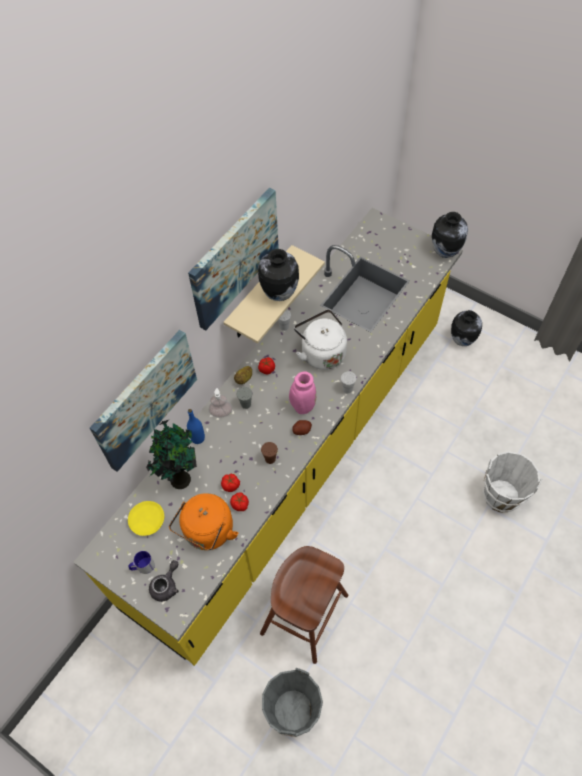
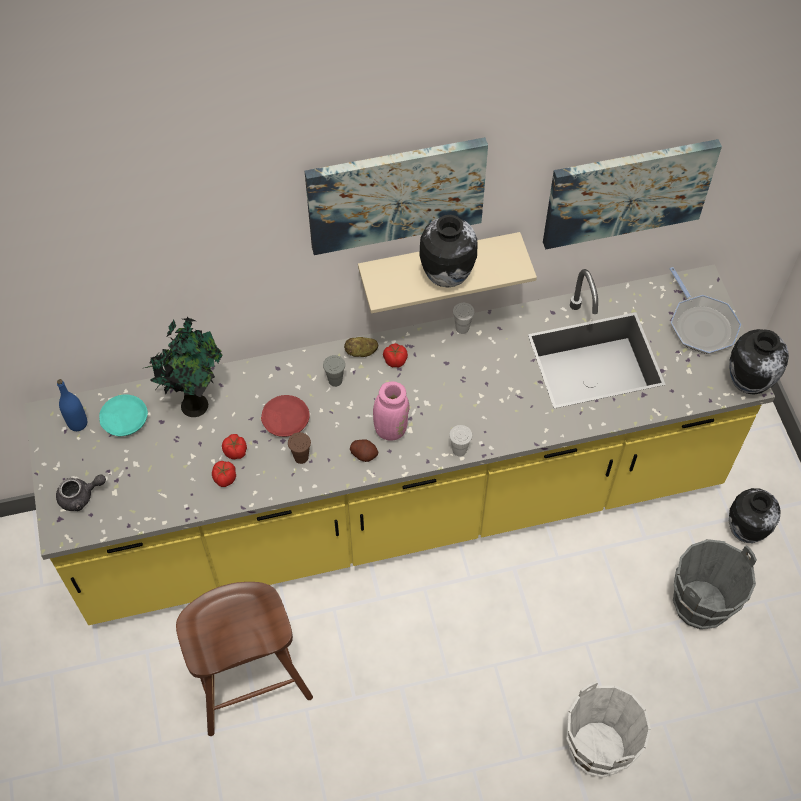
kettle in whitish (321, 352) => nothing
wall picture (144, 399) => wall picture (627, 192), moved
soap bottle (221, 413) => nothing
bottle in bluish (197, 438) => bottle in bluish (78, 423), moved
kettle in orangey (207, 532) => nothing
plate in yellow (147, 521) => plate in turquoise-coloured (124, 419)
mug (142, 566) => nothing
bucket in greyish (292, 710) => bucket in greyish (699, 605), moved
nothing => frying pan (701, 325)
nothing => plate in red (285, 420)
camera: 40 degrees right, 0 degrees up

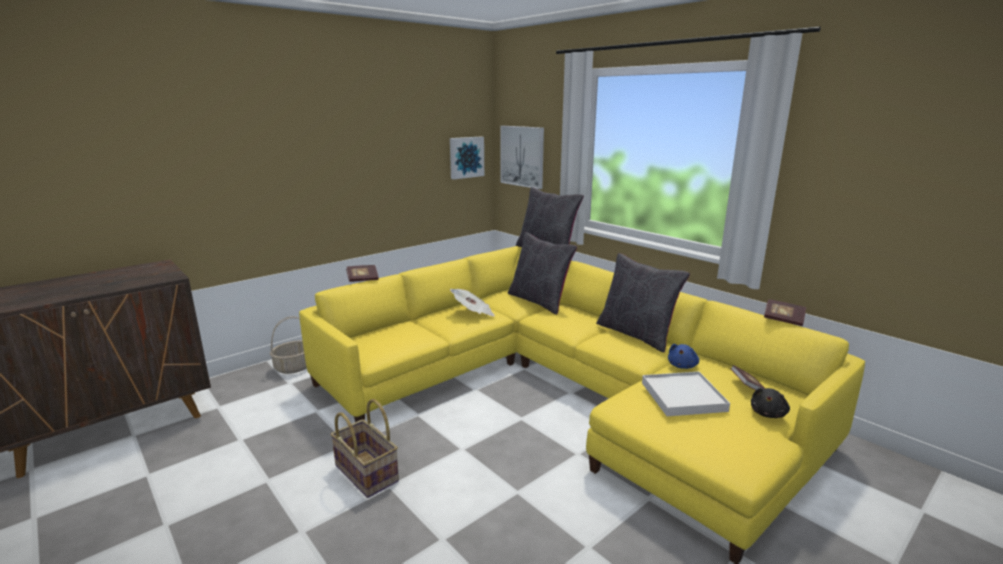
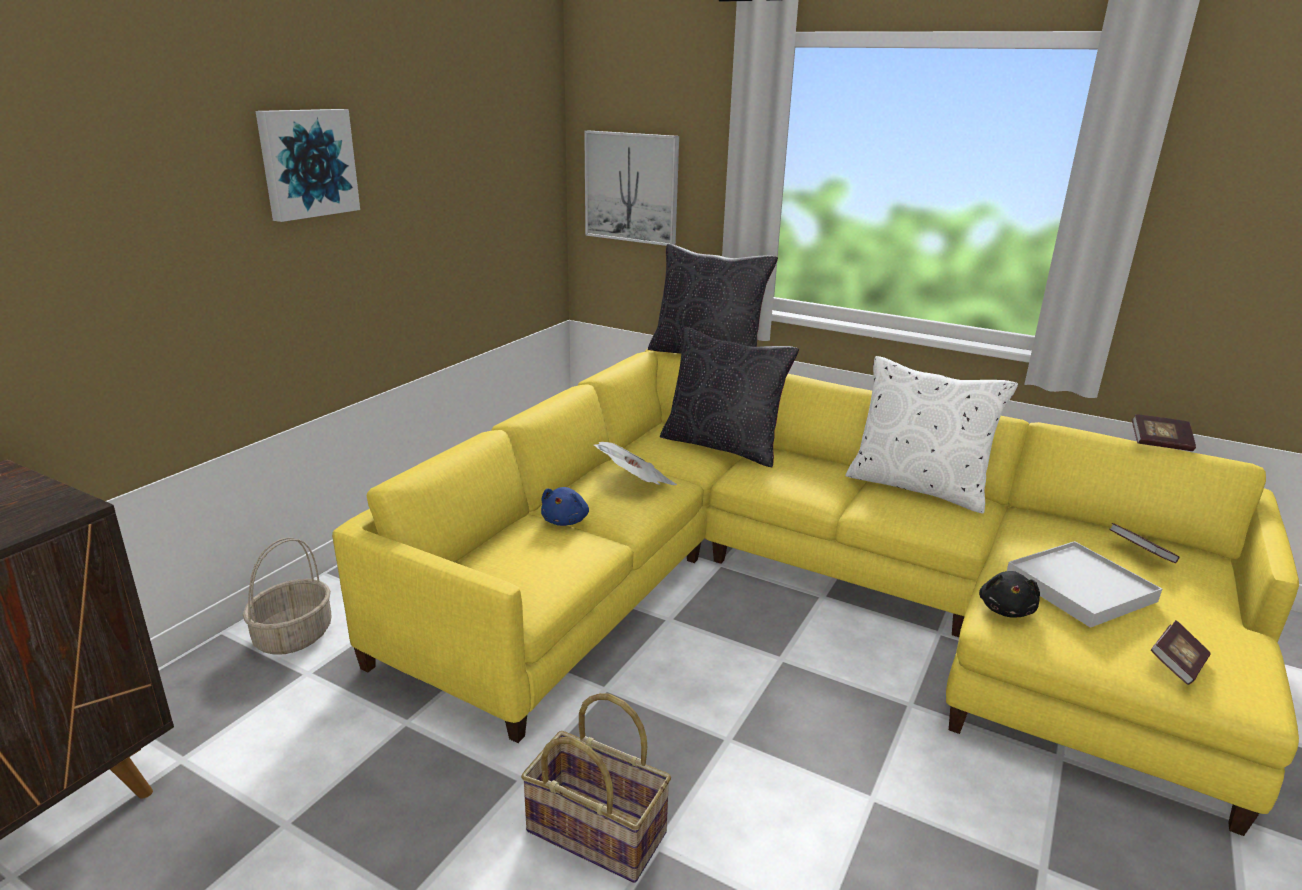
wall picture (466, 157) => wall picture (307, 163), moved
throw pillow in black (636, 334) => throw pillow in whitish (917, 487)
bound book (362, 279) => bound book (1177, 664), moved
plush toy in bluish (682, 366) => plush toy in bluish (566, 521), moved
plush toy in black (768, 413) => plush toy in black (1006, 609), moved
camera: 20 degrees left, 5 degrees up

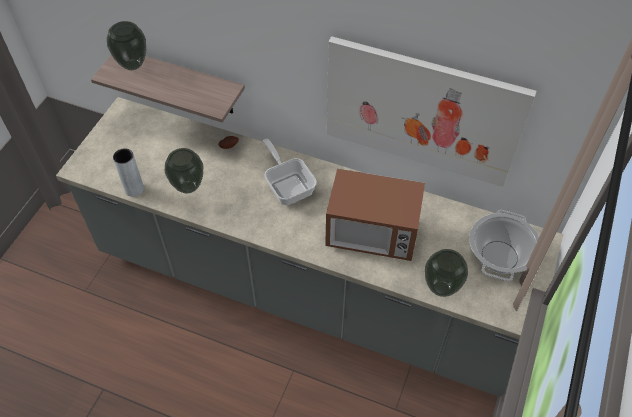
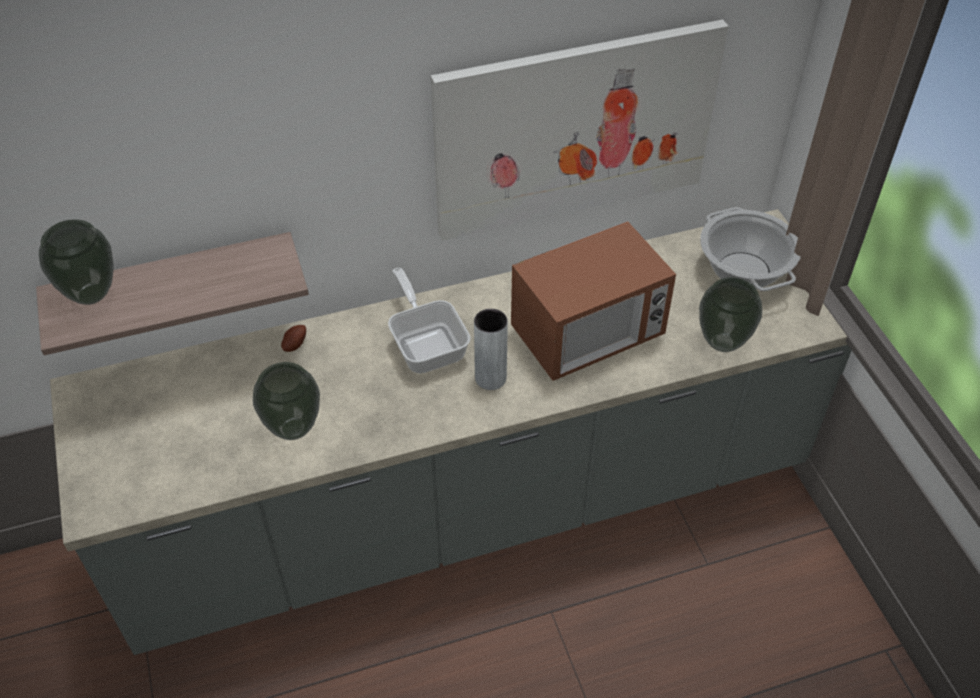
frying pan (288, 185) => frying pan (427, 343), 45 degrees clockwise
vase in greyish (134, 189) => vase in greyish (490, 378), moved
camera: 40 degrees left, 5 degrees down

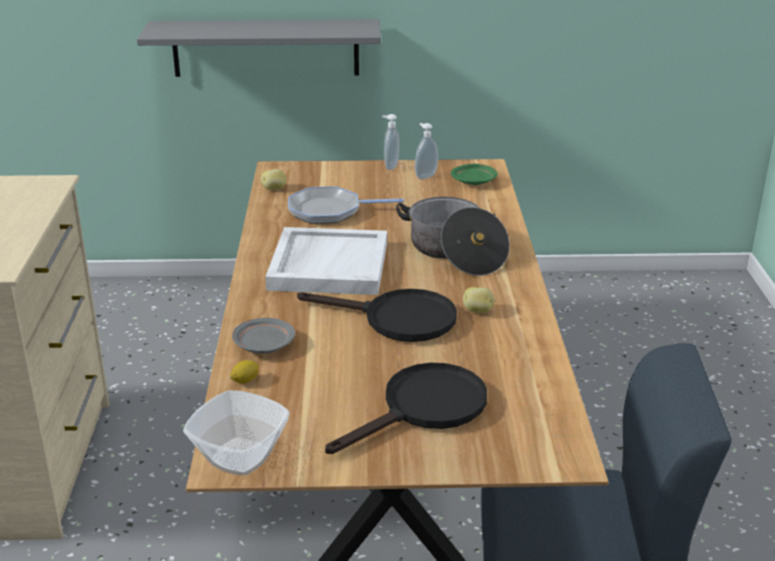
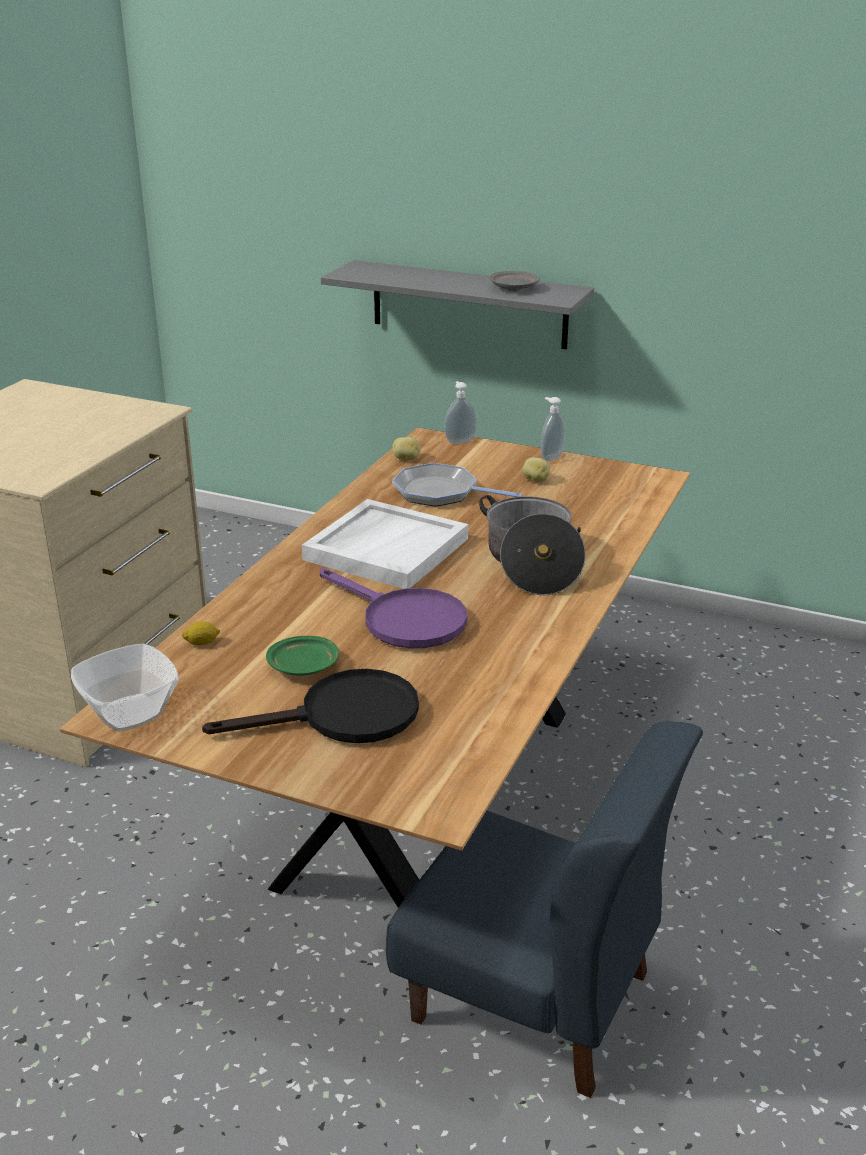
soap bottle (425, 176) => soap bottle (459, 441), moved
plate in green (474, 181) => plate in green (304, 666), moved
whole potato (478, 311) => whole potato (535, 480), moved
frying pan in black (397, 319) => frying pan in purple-coloured (403, 619)
plate in greyish (263, 345) => plate in greyish (513, 288), moved
camera: 25 degrees right, 0 degrees up

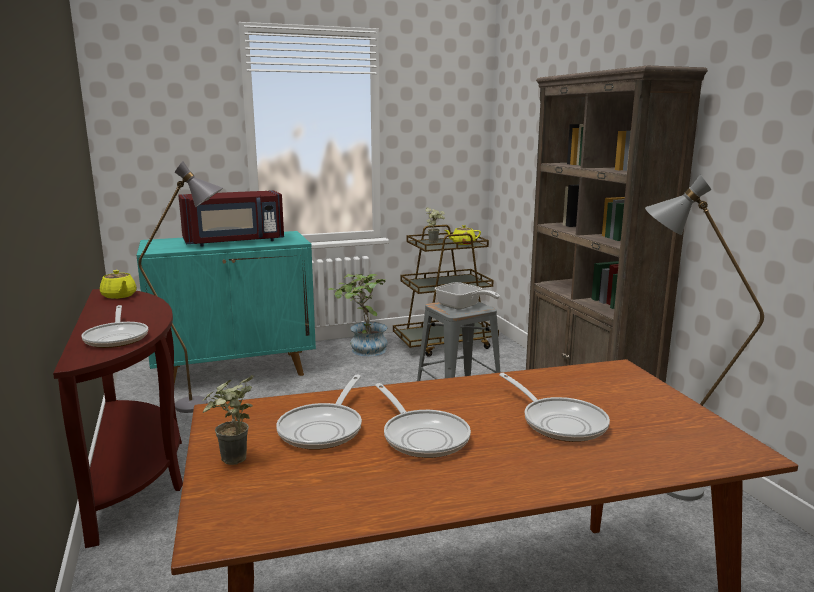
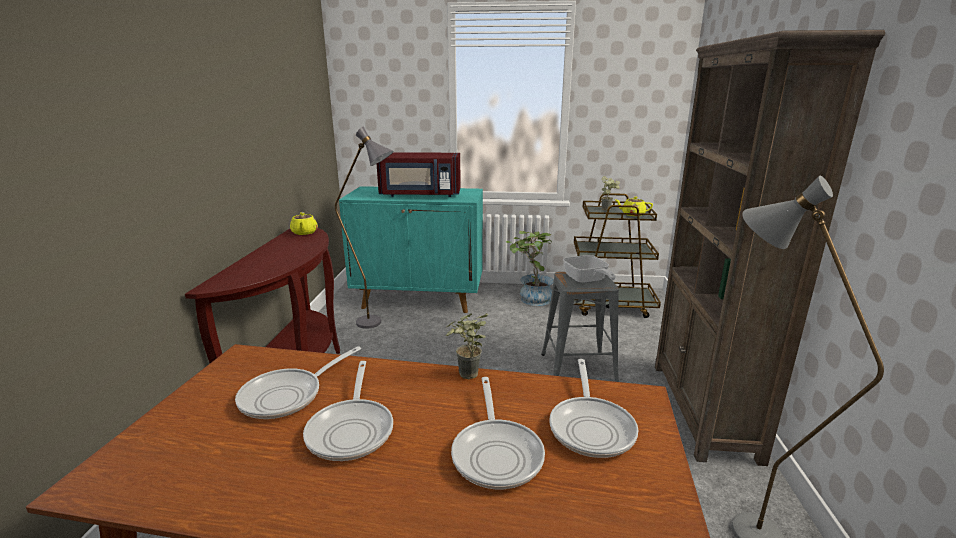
frying pan (117, 337) => frying pan (591, 427), moved
houseplant (232, 463) => houseplant (465, 377), moved
camera: 25 degrees right, 5 degrees up

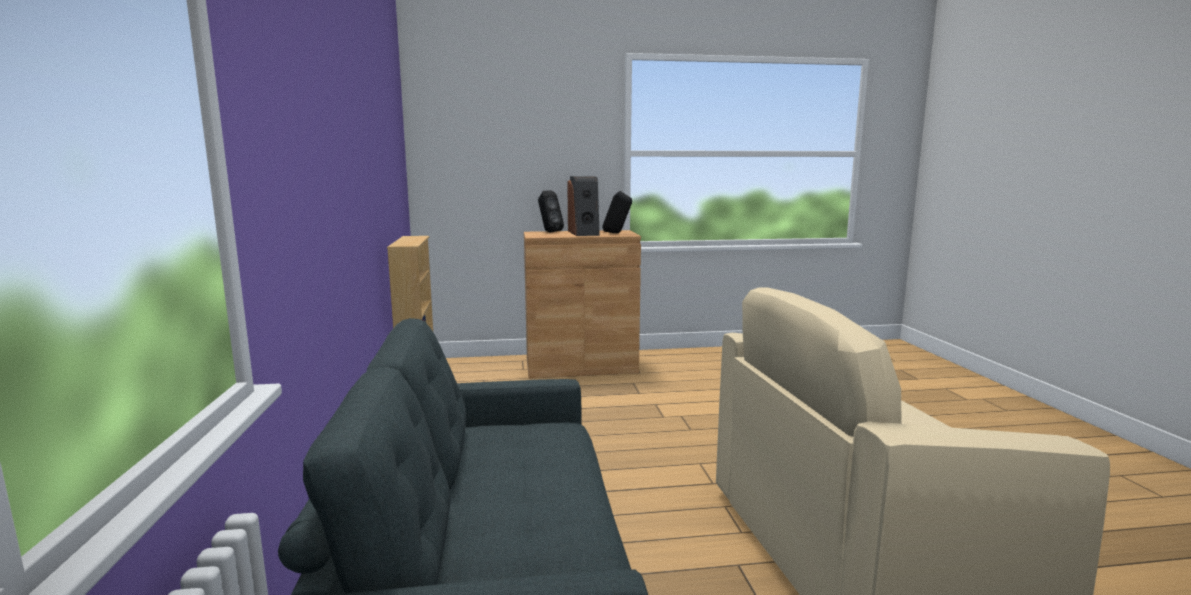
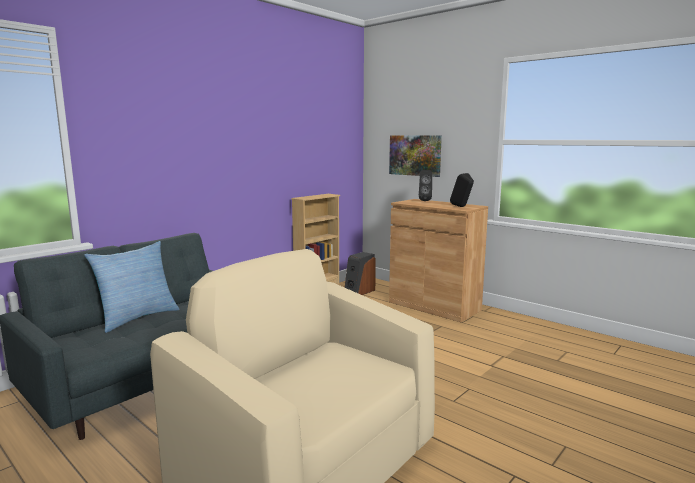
loudspeaker (584, 233) => loudspeaker (359, 292), moved
nothing => wall picture (415, 155)
nothing => throw pillow (137, 317)
camera: 50 degrees right, 0 degrees up

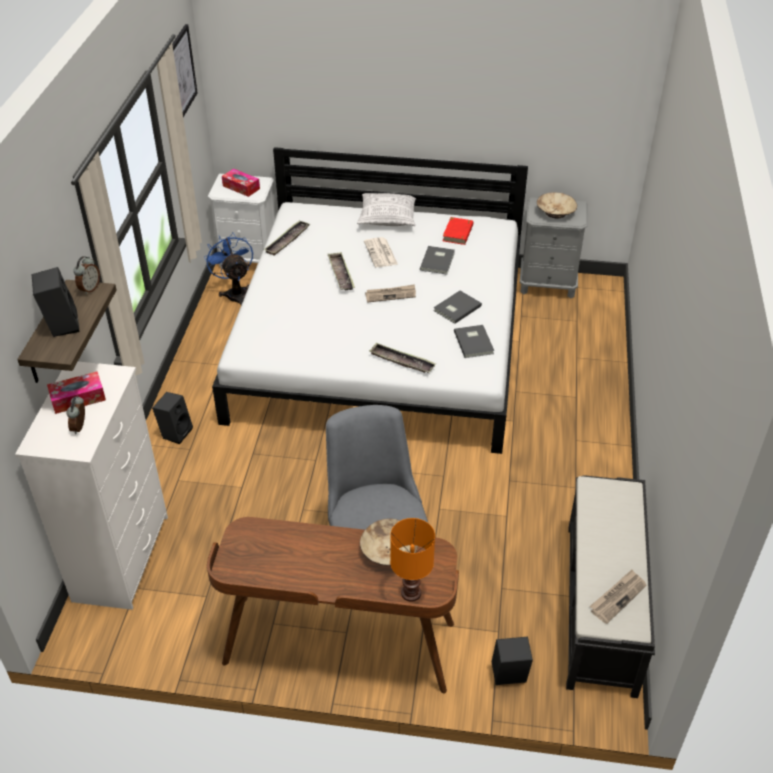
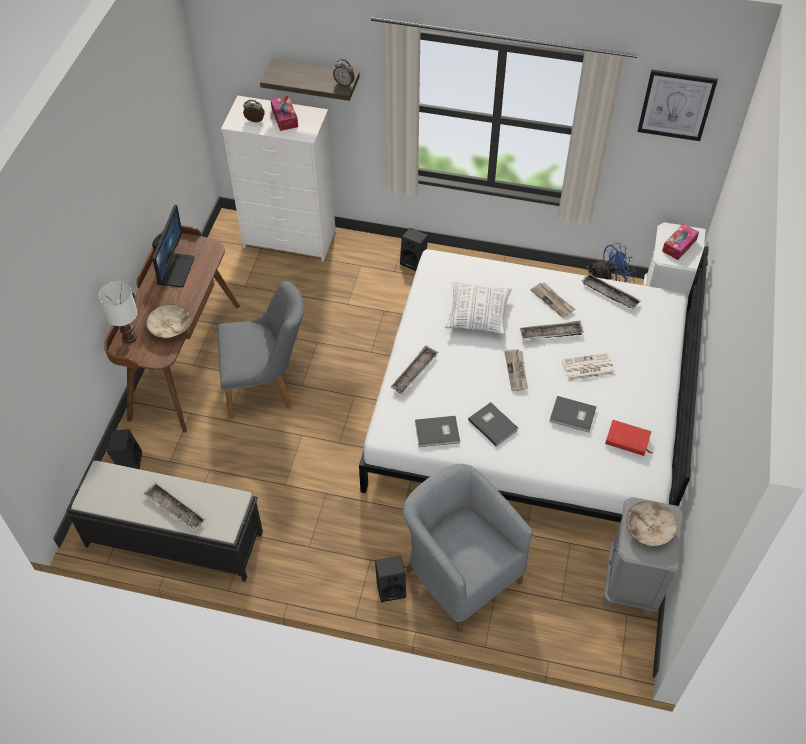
throw pillow (388, 217) => throw pillow (477, 315), moved
loudspeaker in black (61, 325) => loudspeaker in black (391, 588), moved
tabletop lamp in orangey (411, 593) => tabletop lamp in whitish (129, 338)
printed paper (617, 597) => printed paper (553, 300), moved
nothing => computer display (174, 270)
nothing => easy chair in greyish (459, 572)
nothing => serving tray (175, 508)
camera: 95 degrees right, 10 degrees up

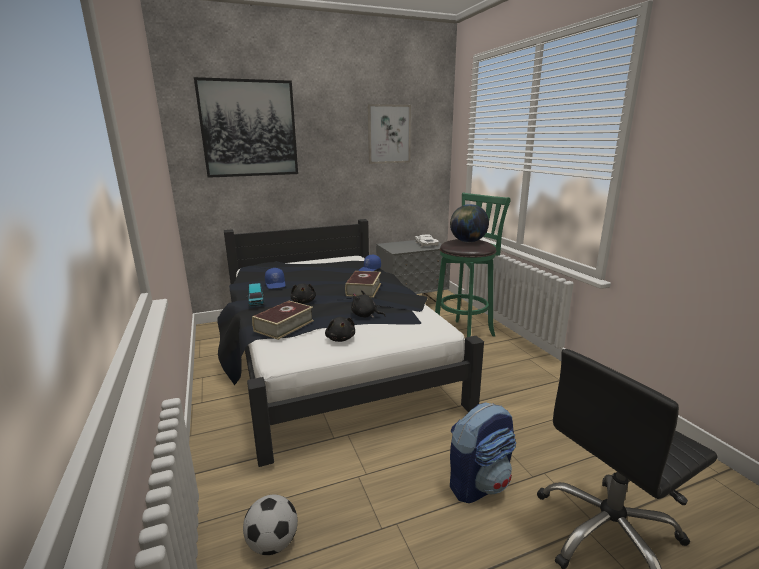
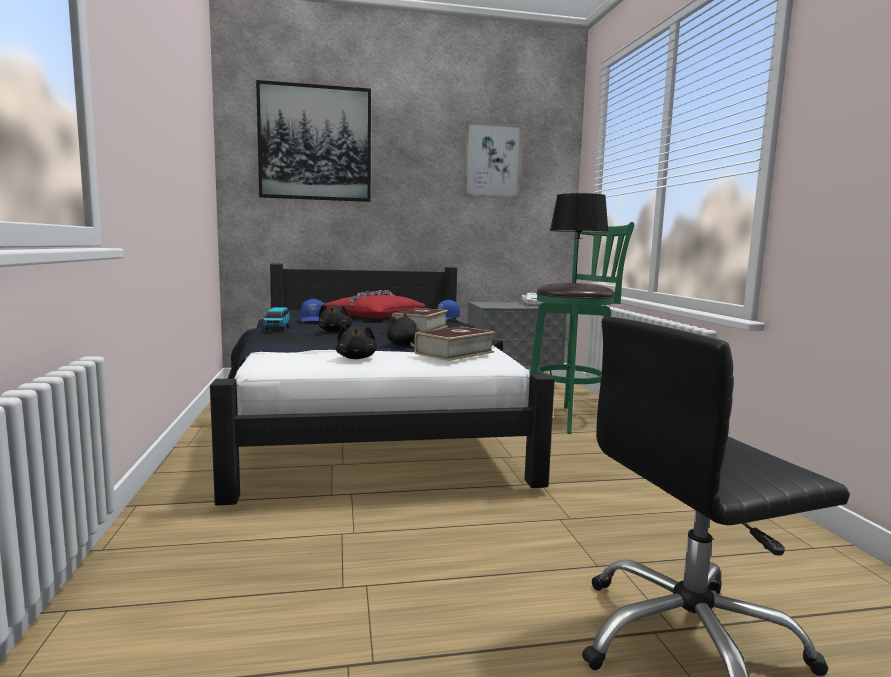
desk globe (467, 242) => tabletop lamp in black (575, 283)
bound book (284, 326) => bound book (454, 353), moved
backpack (479, 483) => nothing
football ball (273, 543) => nothing
nothing => throw pillow in red (374, 315)
camera: 10 degrees right, 10 degrees down

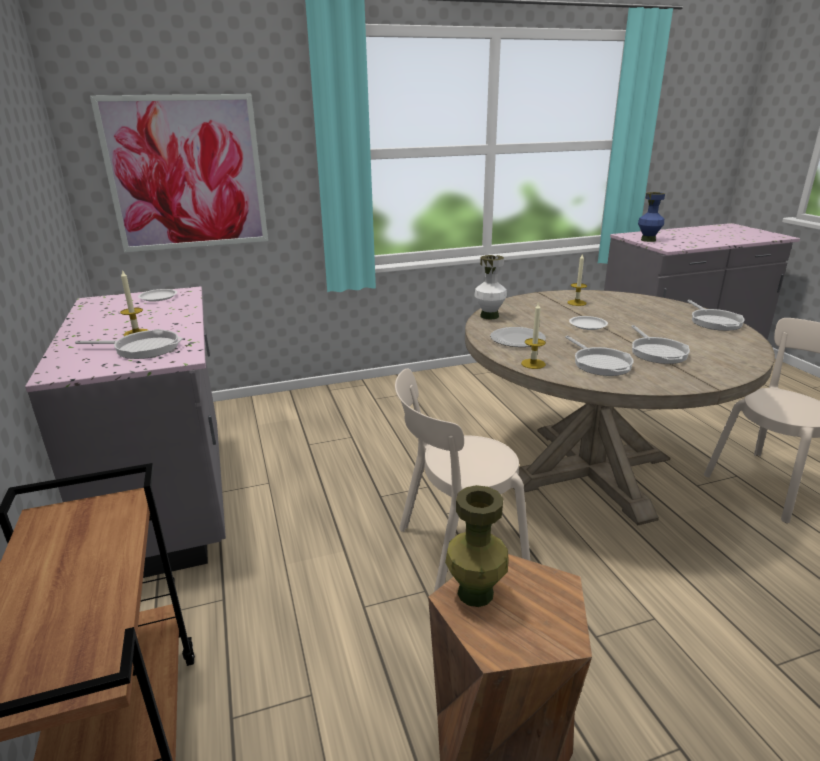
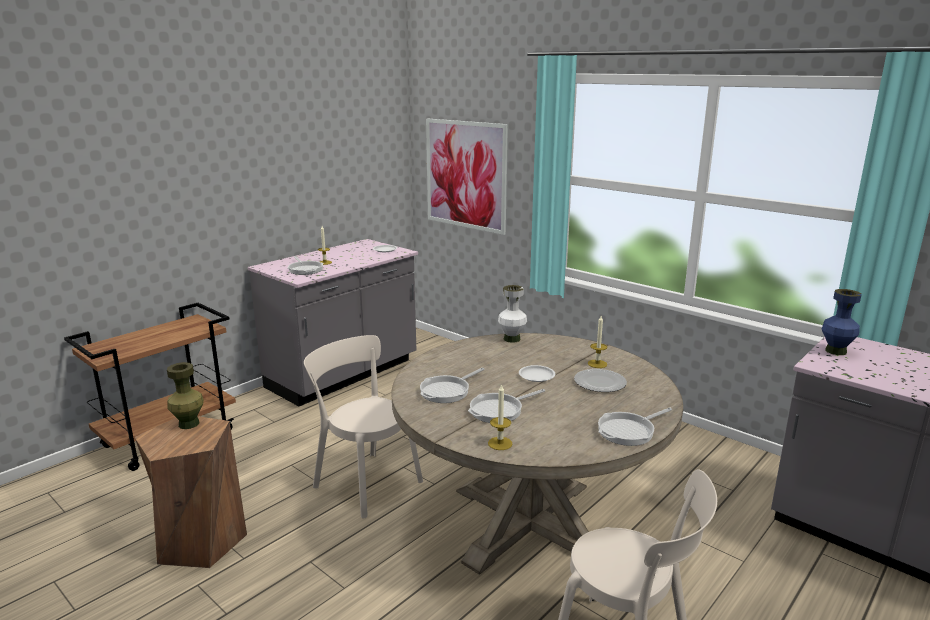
wax light (533, 364) => wax light (500, 443), moved
plate (518, 339) => plate (600, 383), moved
camera: 60 degrees right, 5 degrees down

